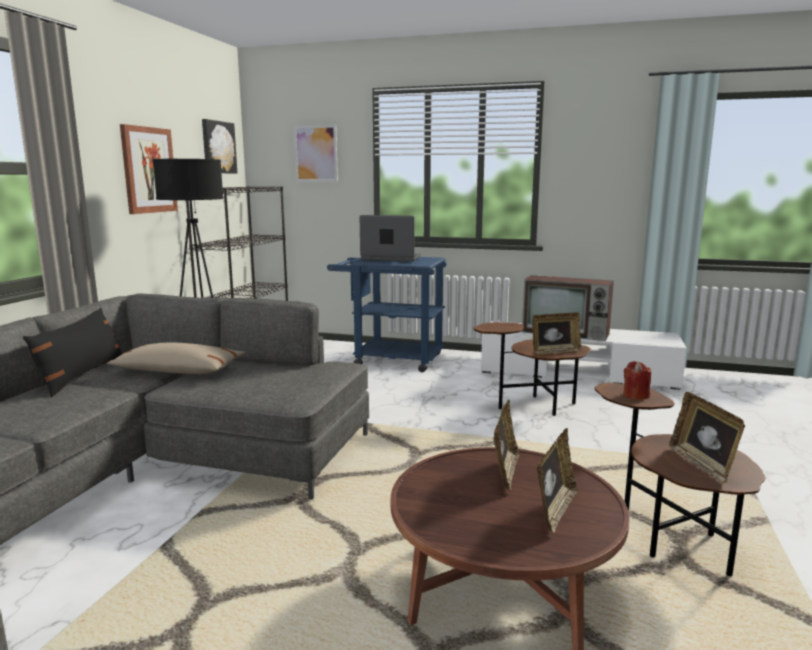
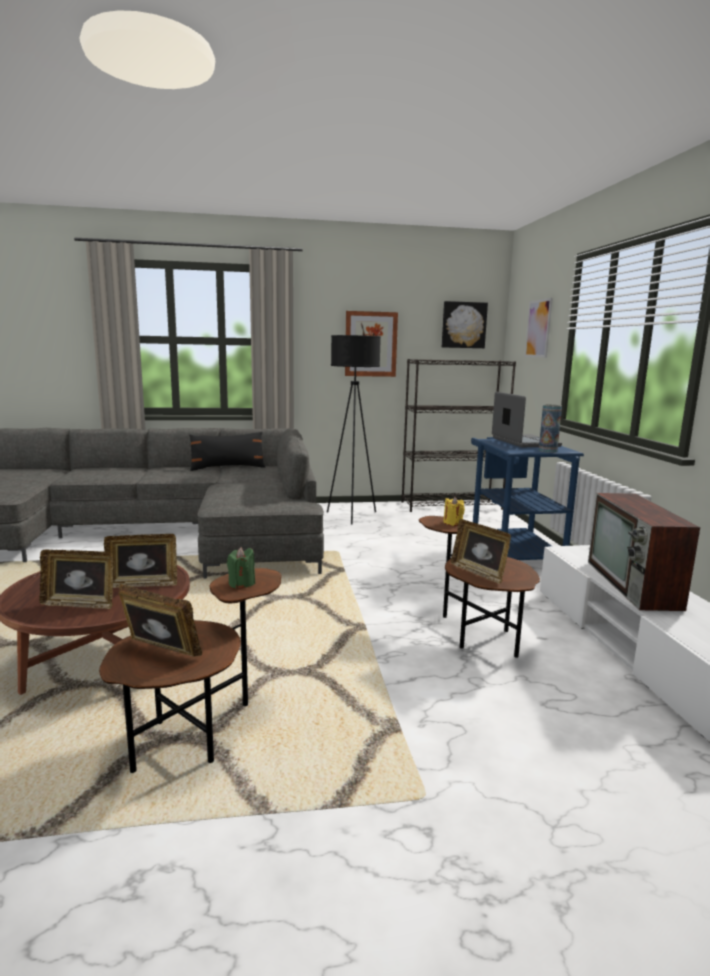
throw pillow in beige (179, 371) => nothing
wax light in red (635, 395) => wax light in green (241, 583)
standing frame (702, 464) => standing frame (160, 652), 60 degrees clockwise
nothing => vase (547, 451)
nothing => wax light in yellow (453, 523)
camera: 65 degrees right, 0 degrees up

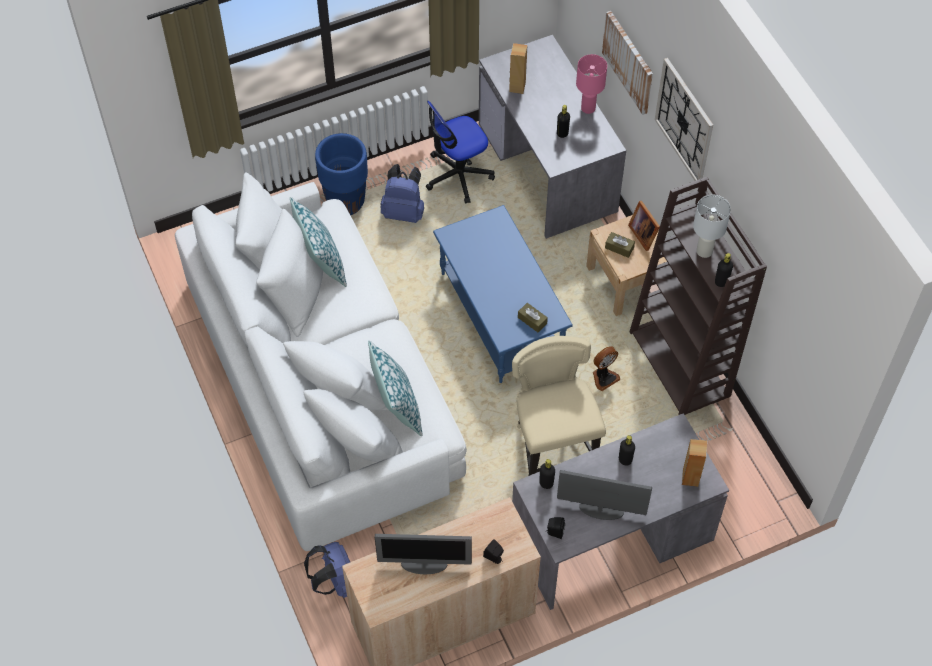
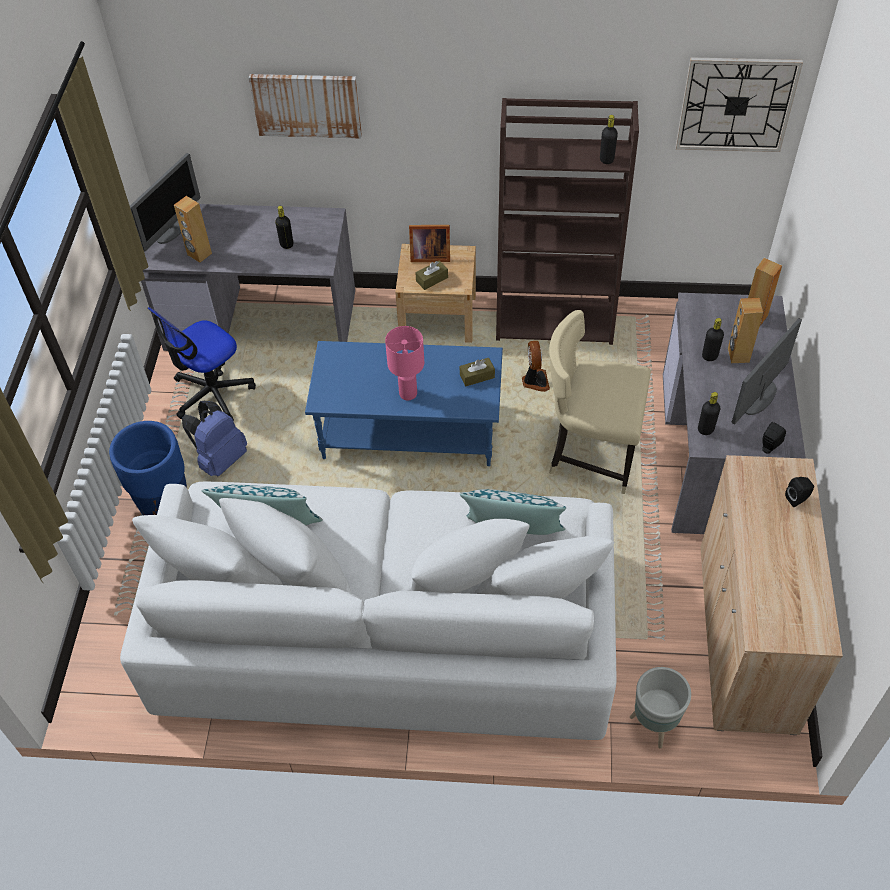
tabletop lamp in pink-coloured (588, 107) => tabletop lamp in pink-coloured (407, 393), moved
hanging clock (684, 121) => hanging clock (736, 104), moved
office chair (458, 175) => office chair (212, 394), 45 degrees clockwise
tabletop lamp in whitish (705, 251) => nothing
computer display (424, 564) => computer display (173, 229), moved
backpack in bluish (335, 582) => flower pot in greyish (653, 725)
nothing => loudspeaker in brown (738, 355)
camera: 60 degrees left, 5 degrees down

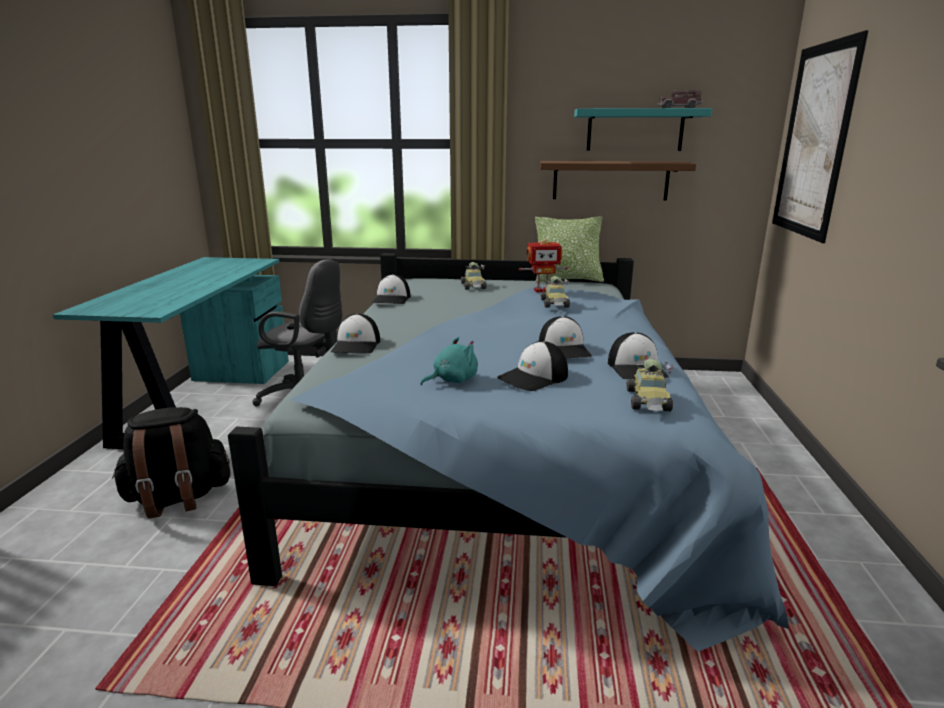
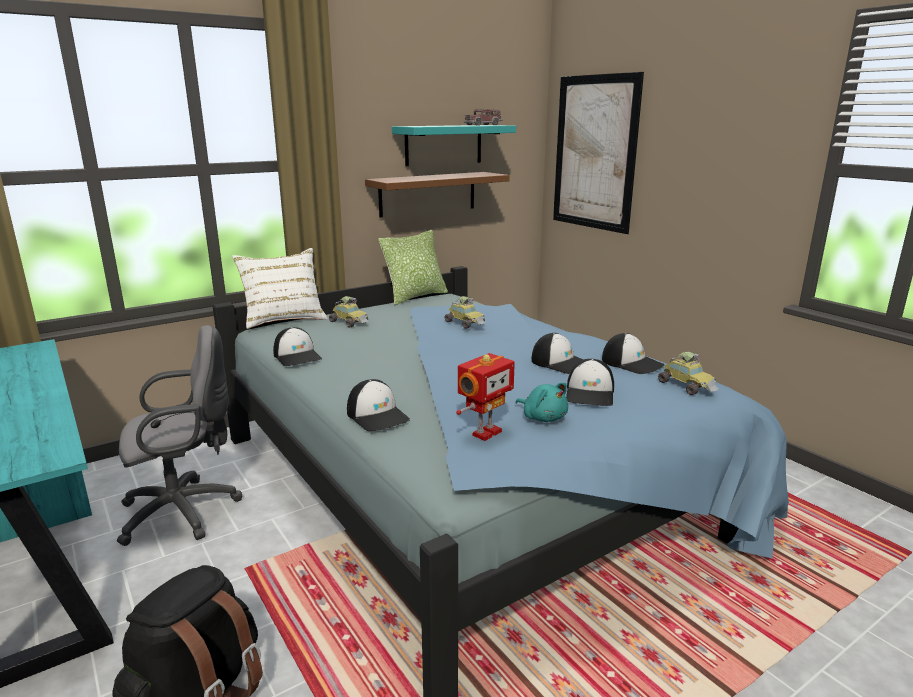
robot figure (542, 290) => robot figure (485, 432), moved
plush toy in turquoise-coloured (452, 380) => plush toy in turquoise-coloured (543, 417), 120 degrees clockwise
nothing => throw pillow in whitish (284, 319)
camera: 40 degrees left, 0 degrees up

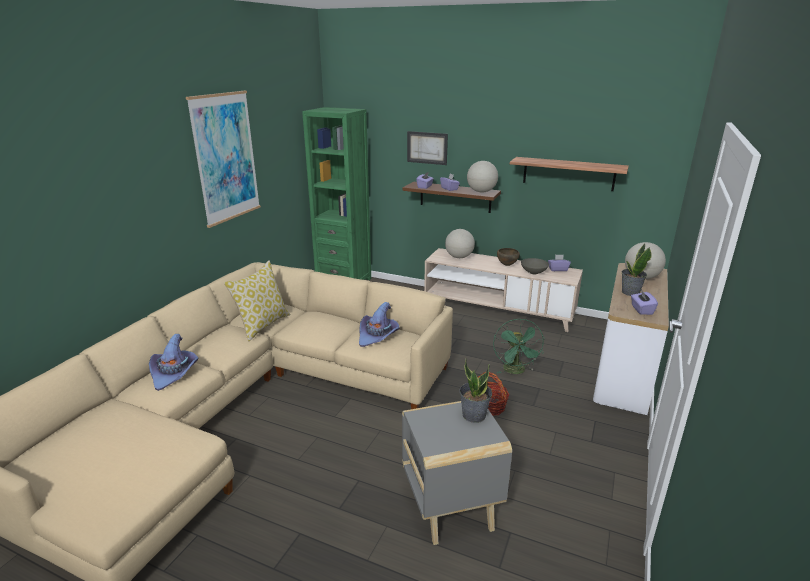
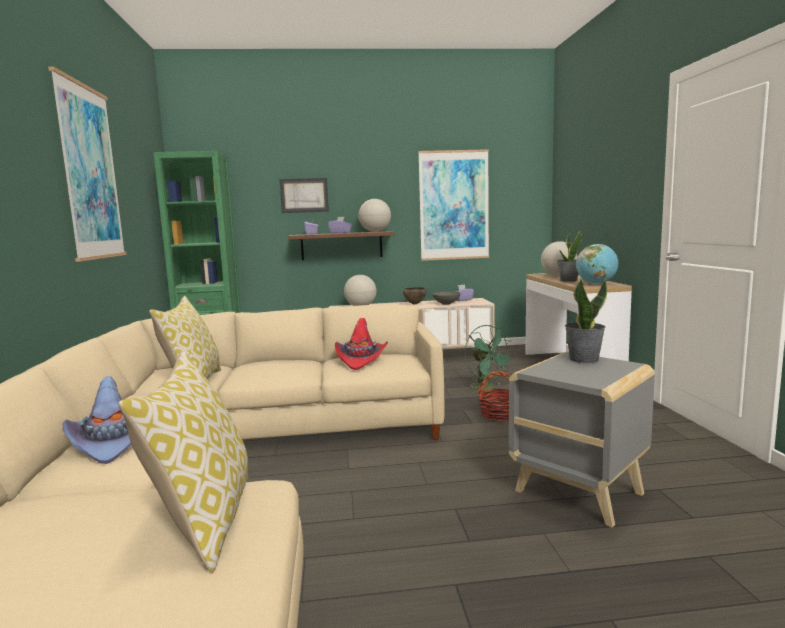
shelf (568, 173) => wall picture (454, 205)
tissue box in purple-coloured (641, 310) => desk globe (596, 284)
clothing hat in purple-coloured (378, 335) => clothing hat in red (361, 360)
nothing => throw pillow (204, 520)
camera: 30 degrees left, 15 degrees down

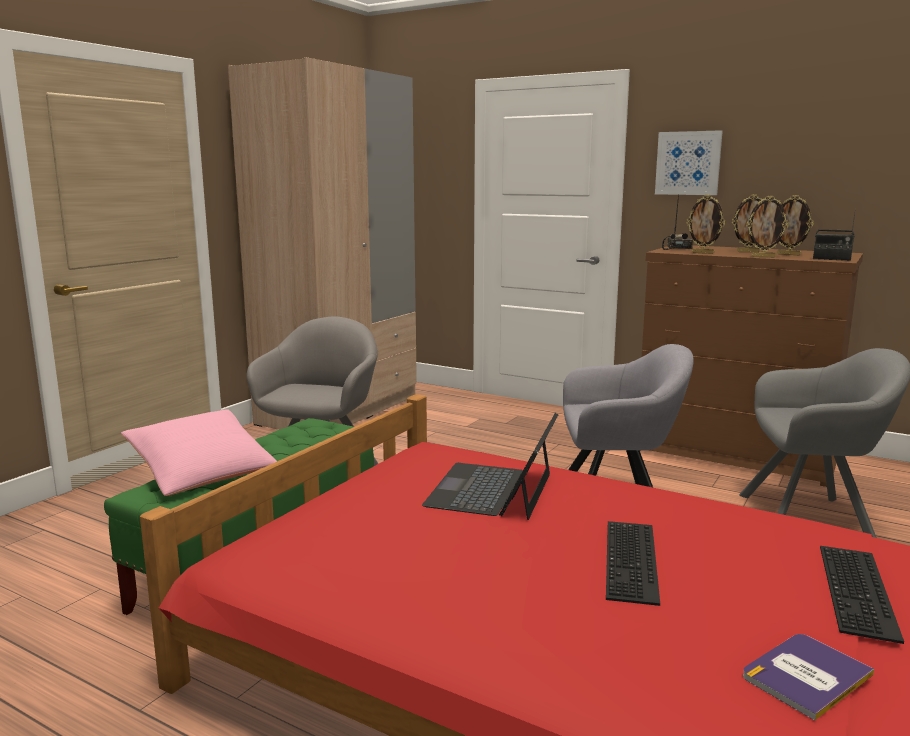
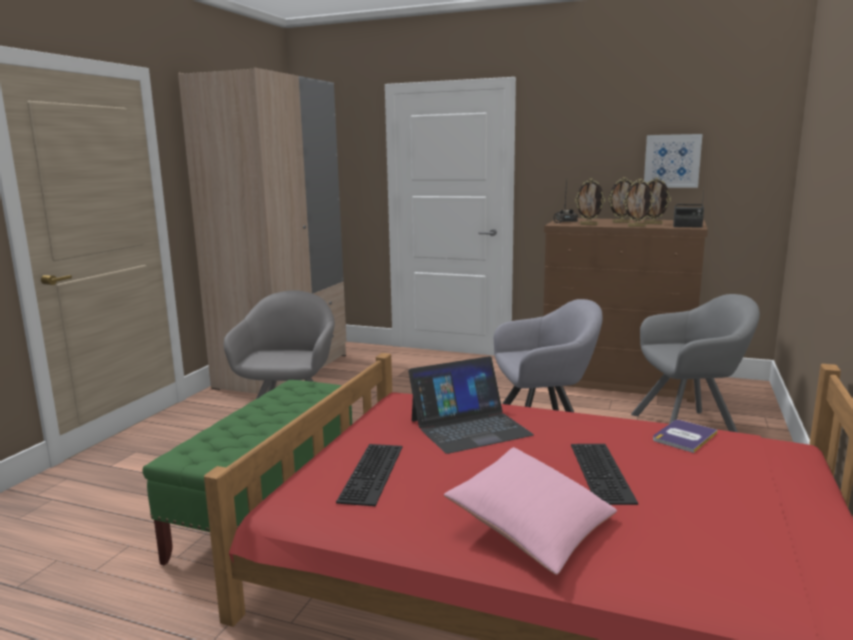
wall picture (688, 163) => wall picture (672, 161), moved
throw pillow in pink-coloured (201, 471) => throw pillow in pink-coloured (531, 527), moved
portable computer (492, 490) => portable computer (469, 427), 120 degrees counterclockwise
PC keyboard (861, 591) => PC keyboard (374, 473), moved
bound book (806, 675) => bound book (684, 436), moved
camera: 10 degrees left, 0 degrees up

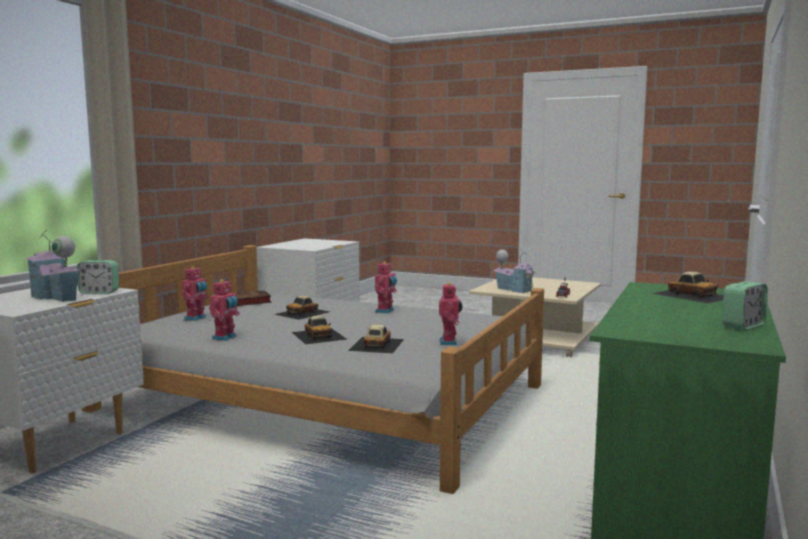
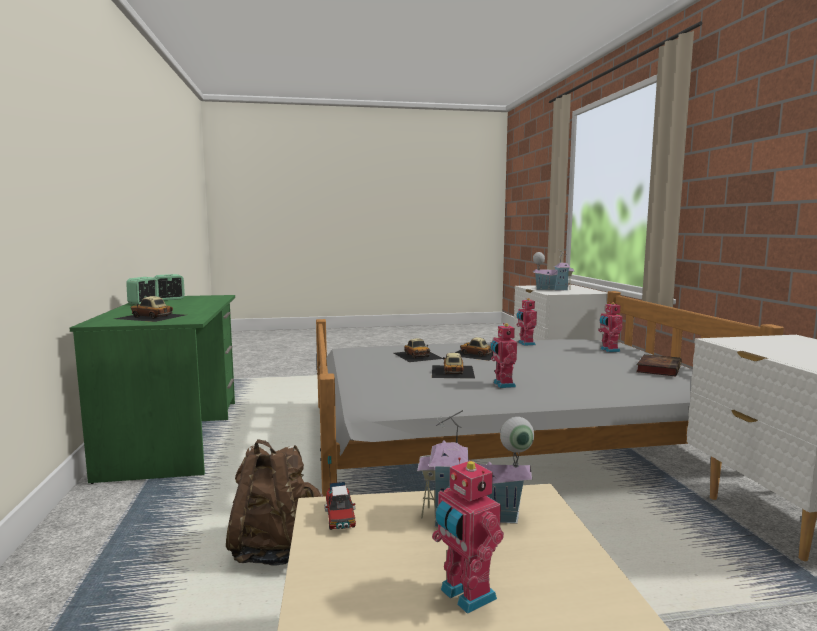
bedside clock (99, 292) => bedside clock (169, 299), moved
robot figure (450, 342) => robot figure (465, 596), moved
toy car (302, 313) => toy car (452, 371), moved
nothing => backpack in brown (277, 550)
camera: 145 degrees right, 0 degrees up

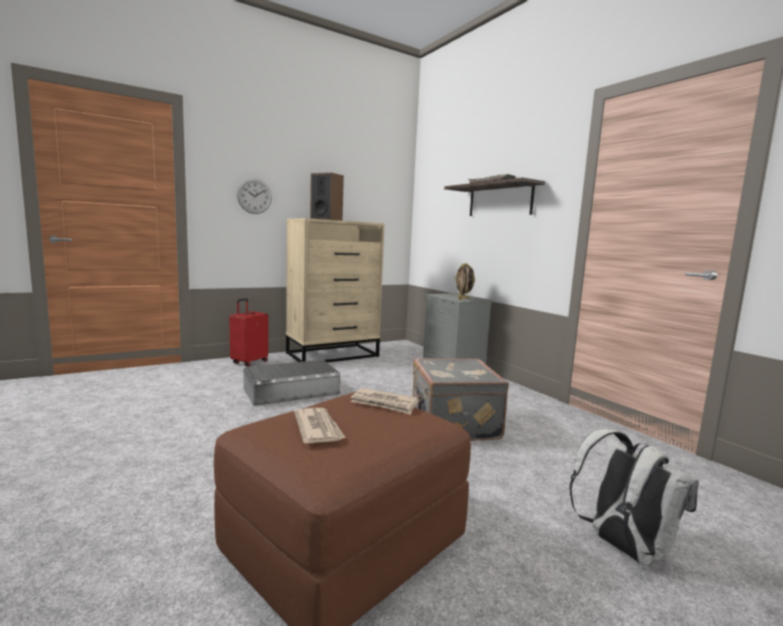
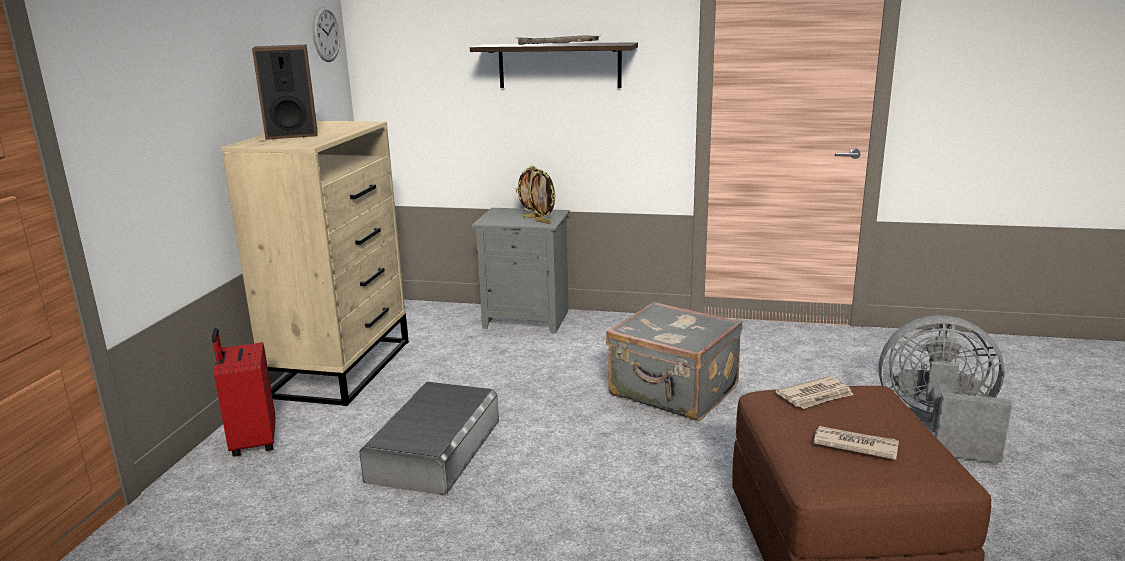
hanging clock (254, 196) => hanging clock (326, 34), moved
backpack in whitish (622, 548) => fan in greyish (938, 428)
camera: 45 degrees left, 10 degrees up

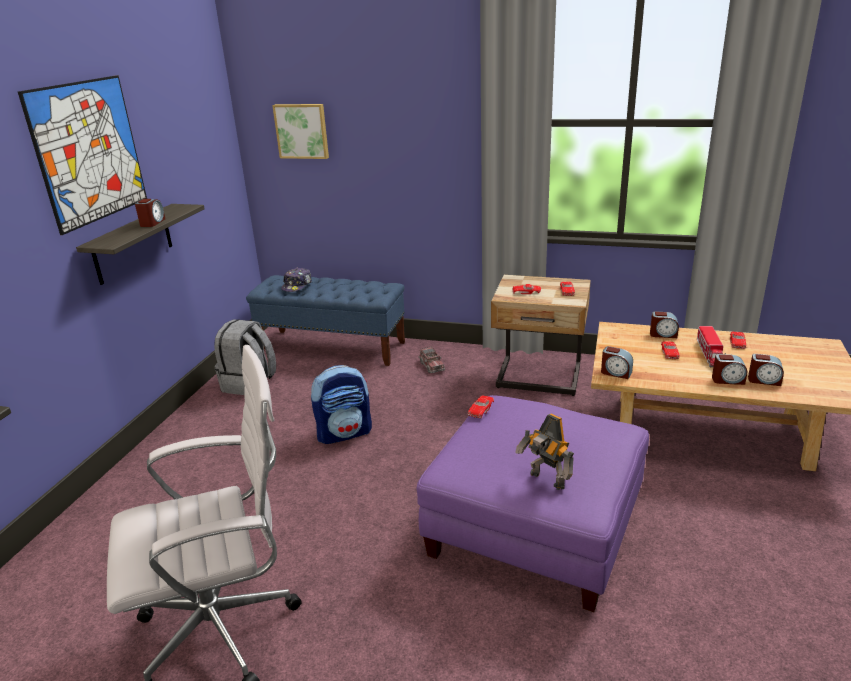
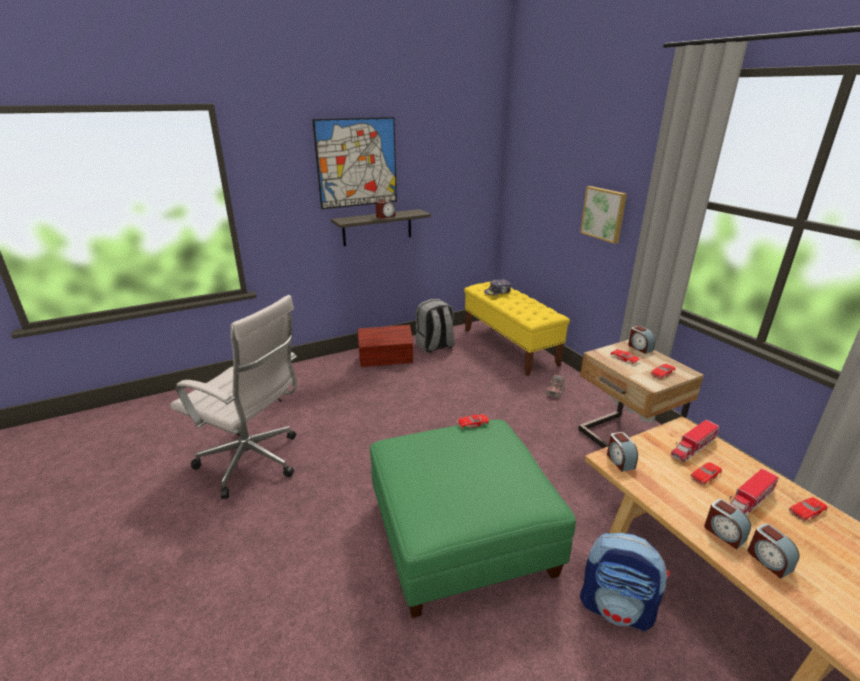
wall picture (302, 131) => wall picture (604, 214), moved
indoor bench in bluish (332, 347) => indoor bench in yellow (510, 347)
bedside clock (663, 334) => bedside clock (639, 347), moved
backpack (344, 433) => backpack (617, 608), moved
ottoman in purple-coloured (535, 526) => ottoman in green (462, 536)
robot figure (546, 481) => nothing
nothing => storage container in brown (386, 359)
nothing => model truck (692, 448)
camera: 45 degrees right, 0 degrees up

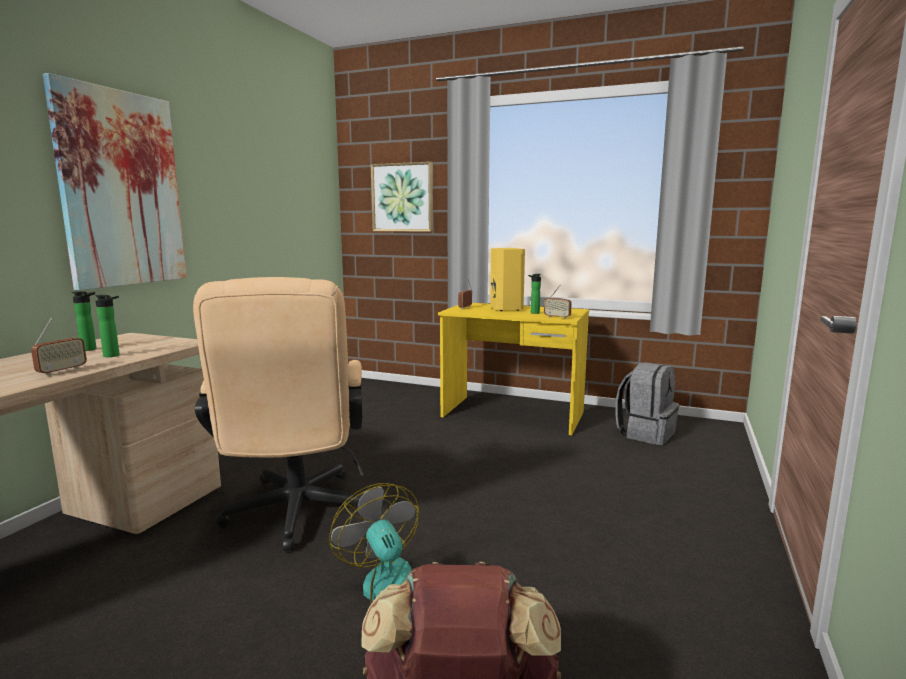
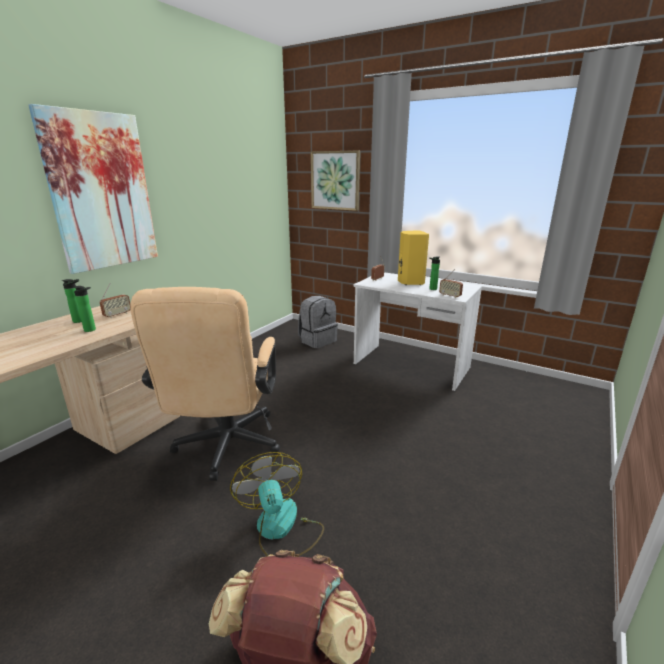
desk unit in yellow (513, 415) => desk unit in whitish (411, 366)
radio set (62, 371) => radio set (117, 315), moved
backpack in greyish (645, 433) => backpack in greyish (317, 340), moved
camera: 10 degrees right, 10 degrees up

